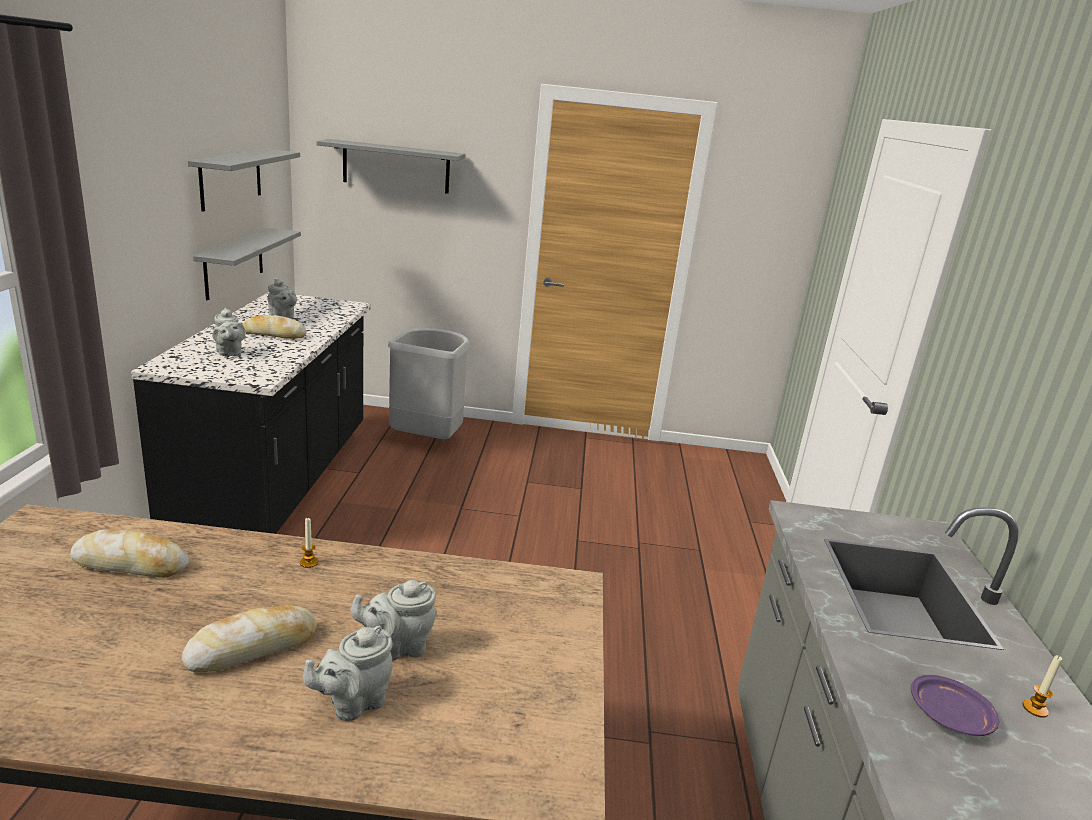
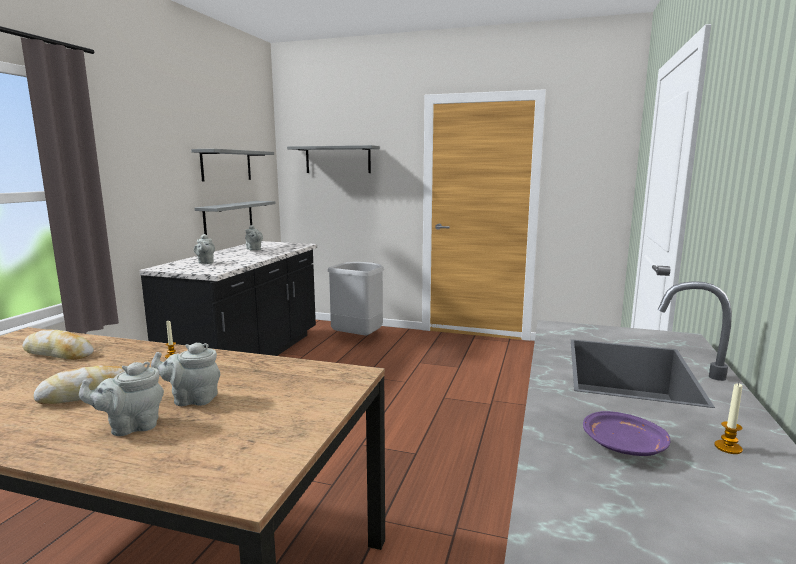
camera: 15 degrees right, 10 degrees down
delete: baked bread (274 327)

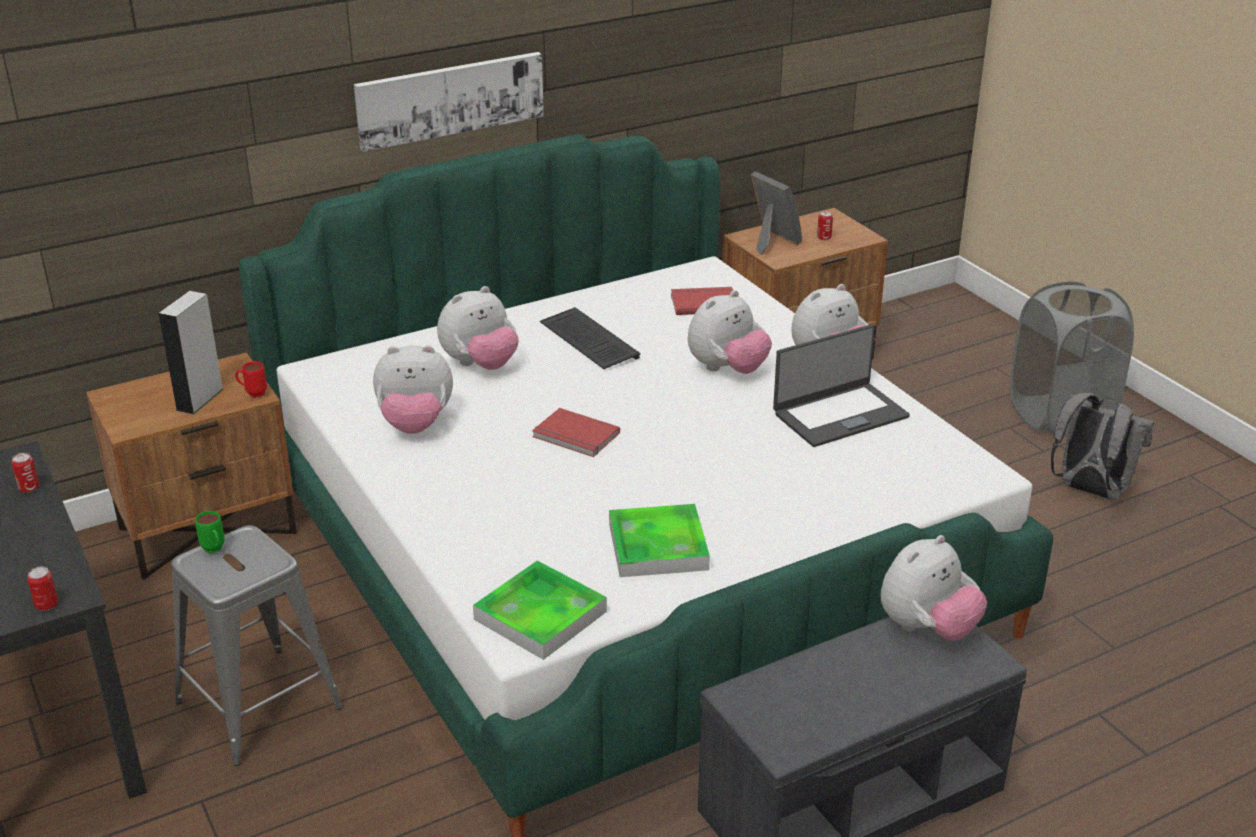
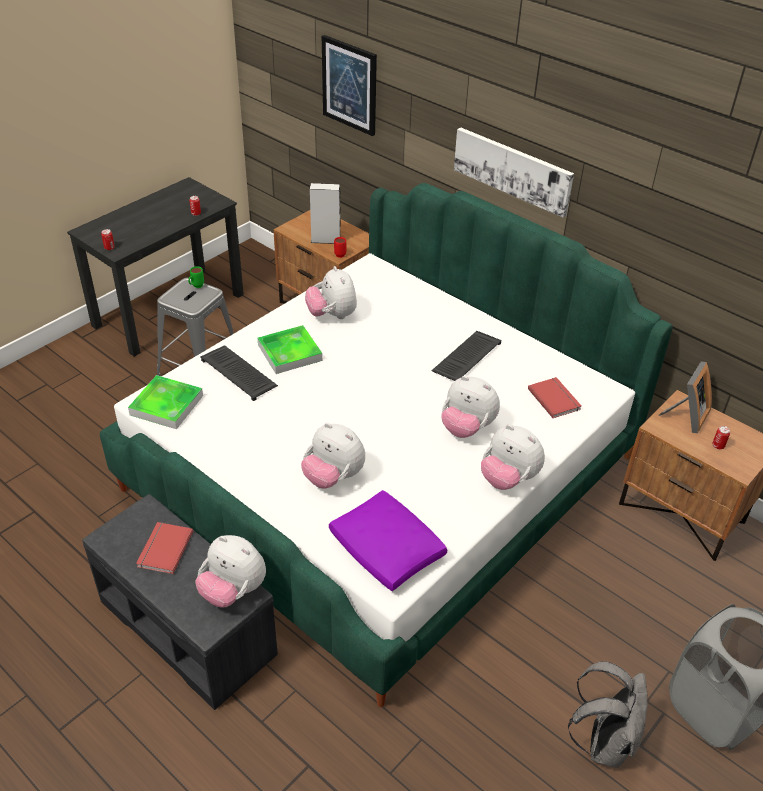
camera: 70 degrees right, 10 degrees up
delete: notebook computer (841 385)
insert: keyboard (239 373); wall picture (349 85); throw pillow (purplish) (388 540)
move: bound book (red) (576 432) to (164 548); tray (659 540) to (290 349); soft toy (478 328) to (333 456)

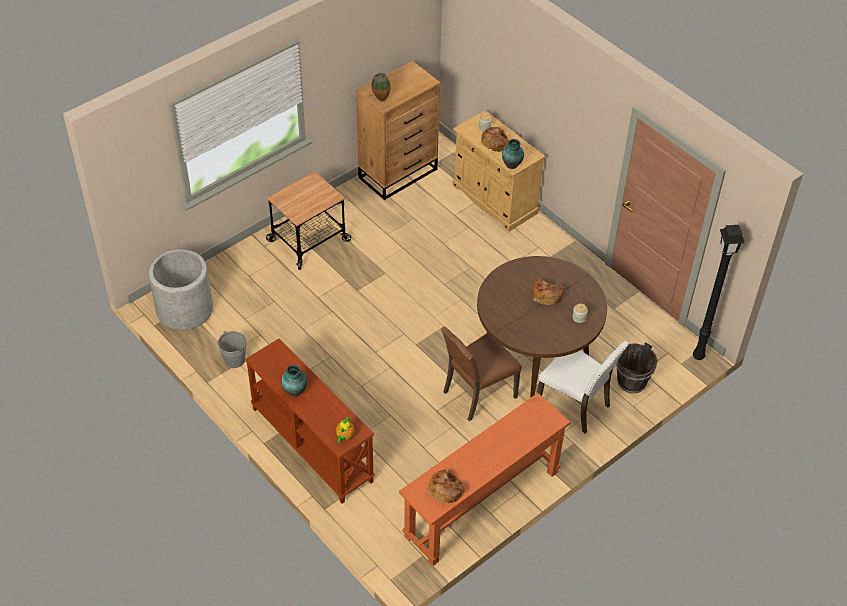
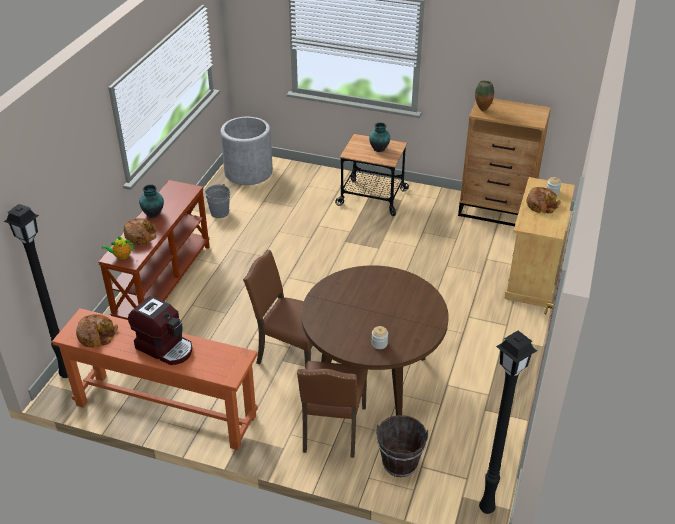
camera: 60 degrees right, 10 degrees down
insert: standing lamp (blackish) (36 291); coffee brewer (160 330)
move: baked bread (549 292) to (140 231); flower vase (513 154) to (379 137)
recolor: chair (whitish) (583 387) to chair (brownish) (332 409)

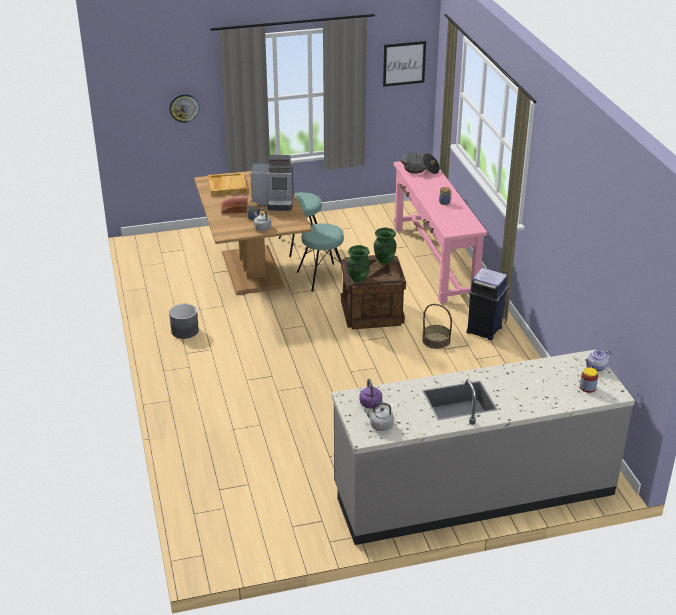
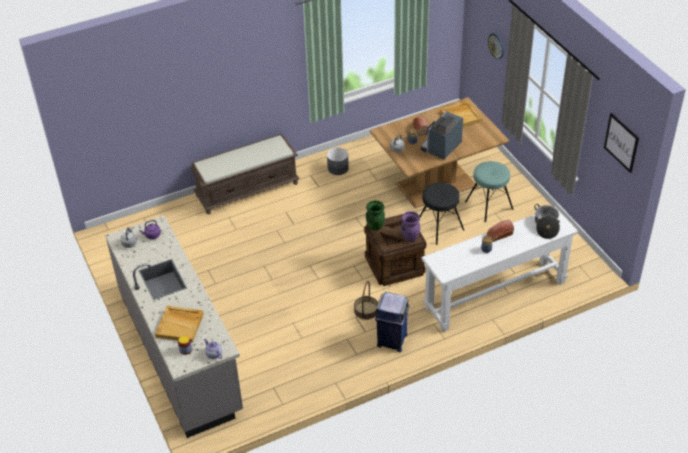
camera: 80 degrees right, 10 degrees up
insert: tray (beige-coloured) (179 324); indoor bench (brownish) (245 174); baked bread (500 231)
recolor: flower vase (green-coloured) (385 246) to flower vase (purplish) (410 226); stool seat (turquoise) (320 257) to stool seat (blackish) (442 214); narrow table (pink) (440 232) to narrow table (whitish) (500 269)
rotate: coffee brewer (272 183) = (442 135) 45 degrees clockwise

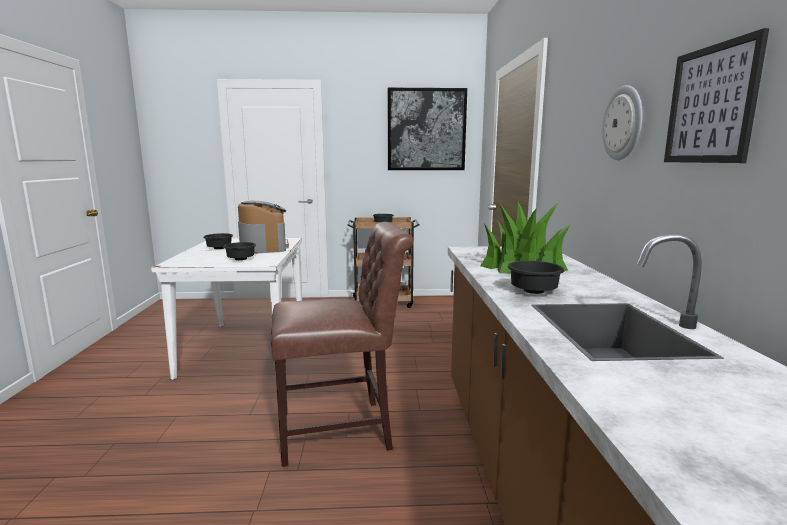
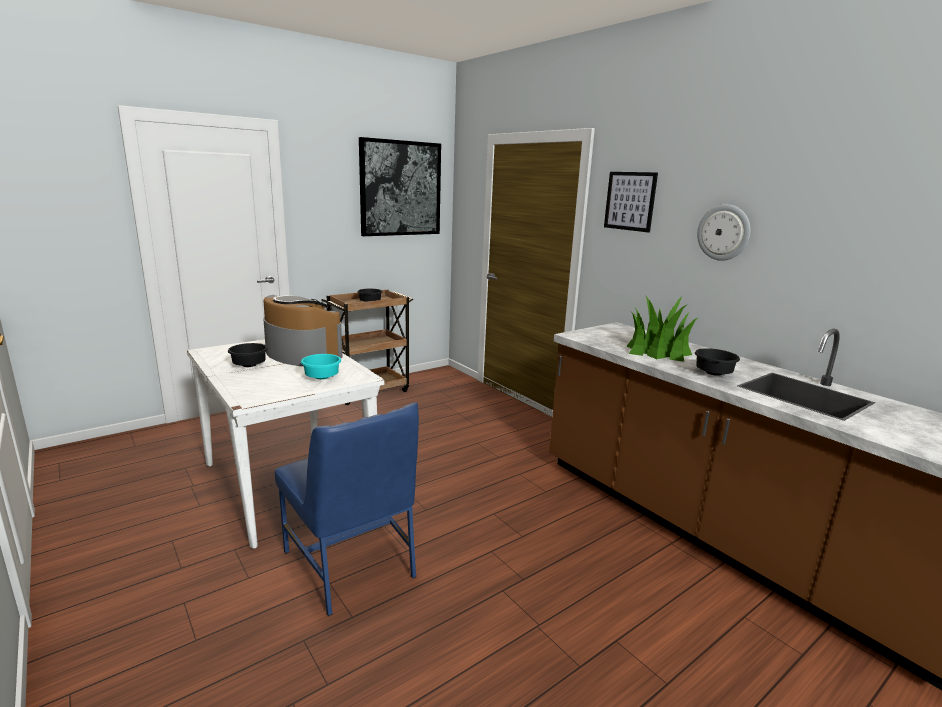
camera: 35 degrees left, 5 degrees up
delete: chair (brownish) (342 344)
insert: chair (bluish) (347 509)
move: wall picture (716 95) to (631 202)
recolor: serving bowl (blackish) (239 251) to serving bowl (turquoise) (321 366)

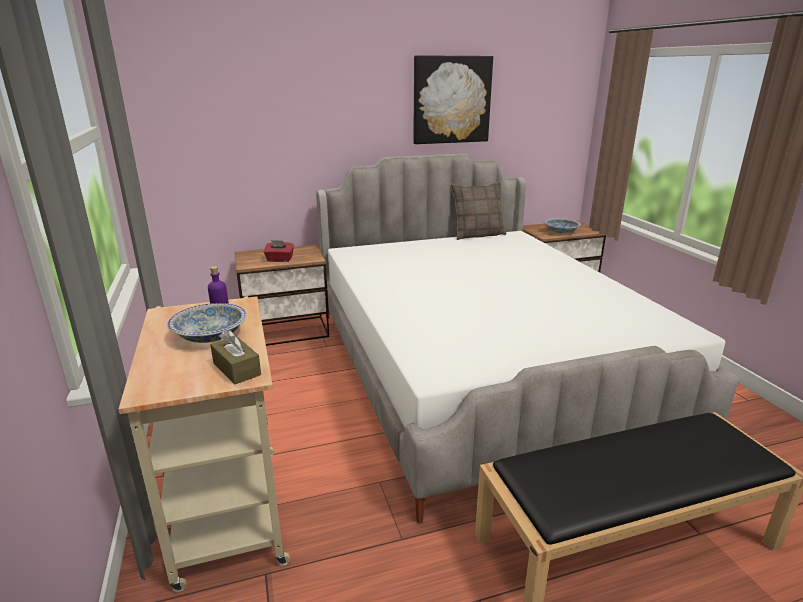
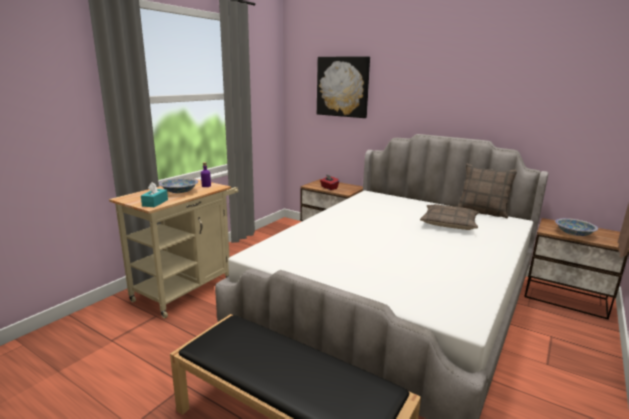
camera: 50 degrees right, 5 degrees down
insert: throw pillow (449 217)
move: wall picture (453 99) to (343 87)
recolor: tissue holder (brownish) (235 357) to tissue holder (turquoise) (154 194)

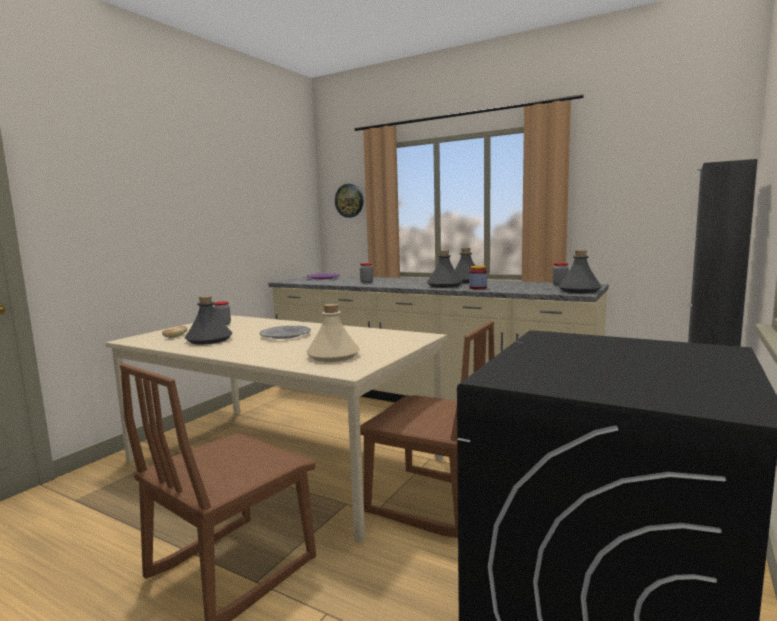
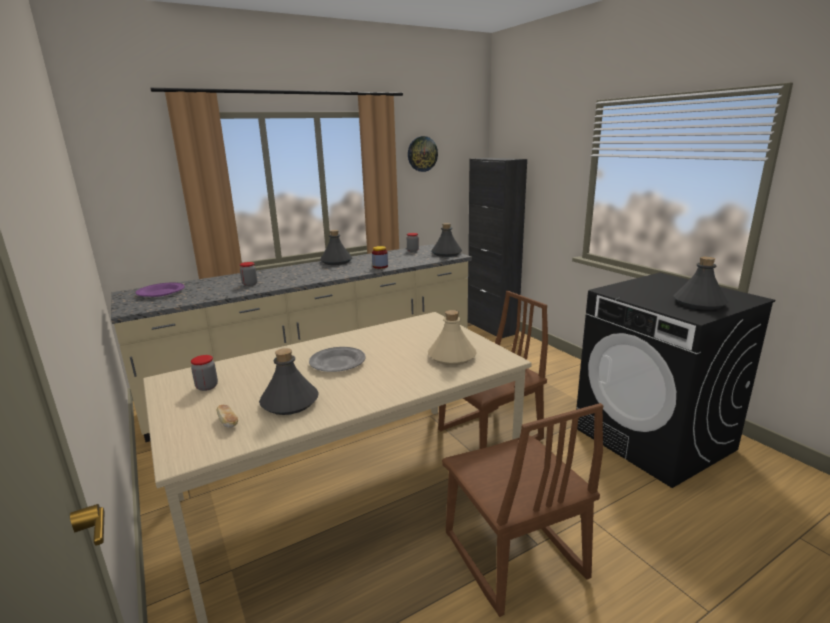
camera: 60 degrees left, 10 degrees up
move: clock on the wall (349 201) to (423 154); beverage bottle (gray) (445 269) to (701 283)

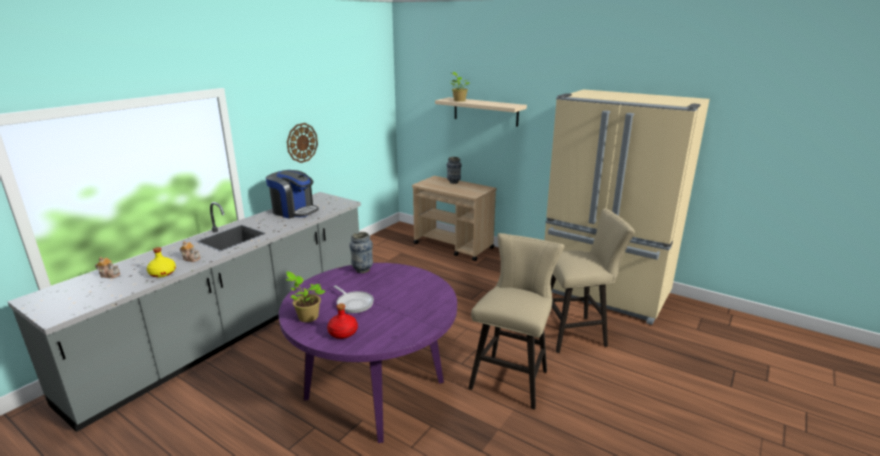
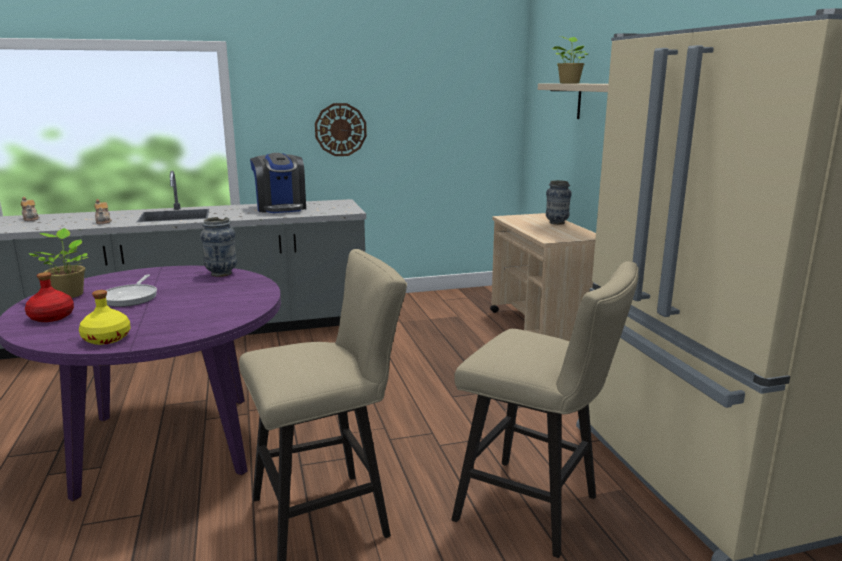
camera: 40 degrees right, 5 degrees down
move: beverage bottle (yellowish) (161 262) to (105 317)

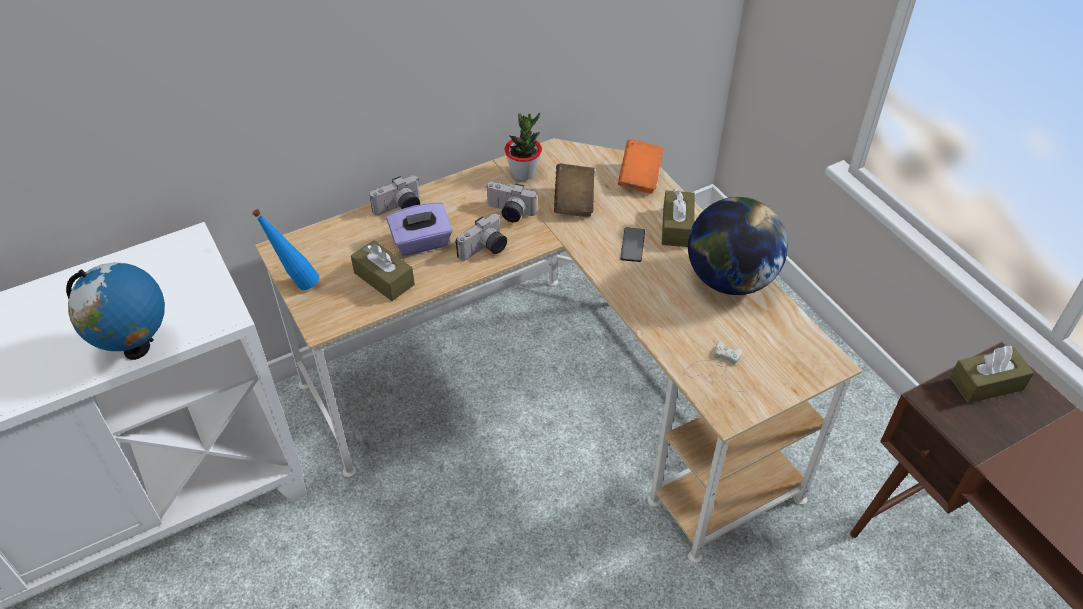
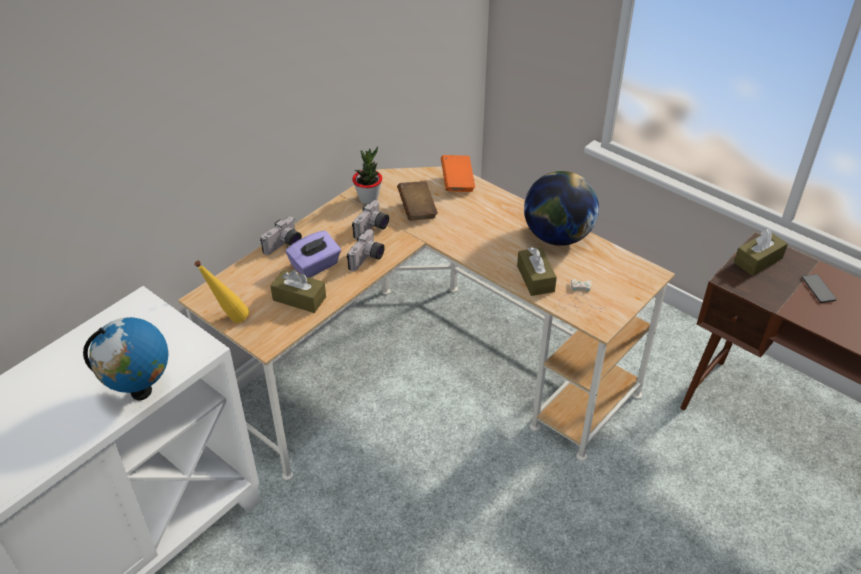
camera: 20 degrees left, 5 degrees down
move: tissue holder (brownish) (678 218) to (537 271); telephone (632 244) to (819 288)
recolor: beverage bottle (bluish) (285 249) to beverage bottle (yellowish) (221 291)
rotate: still camera (511 202) = (370 219) 60 degrees counterclockwise

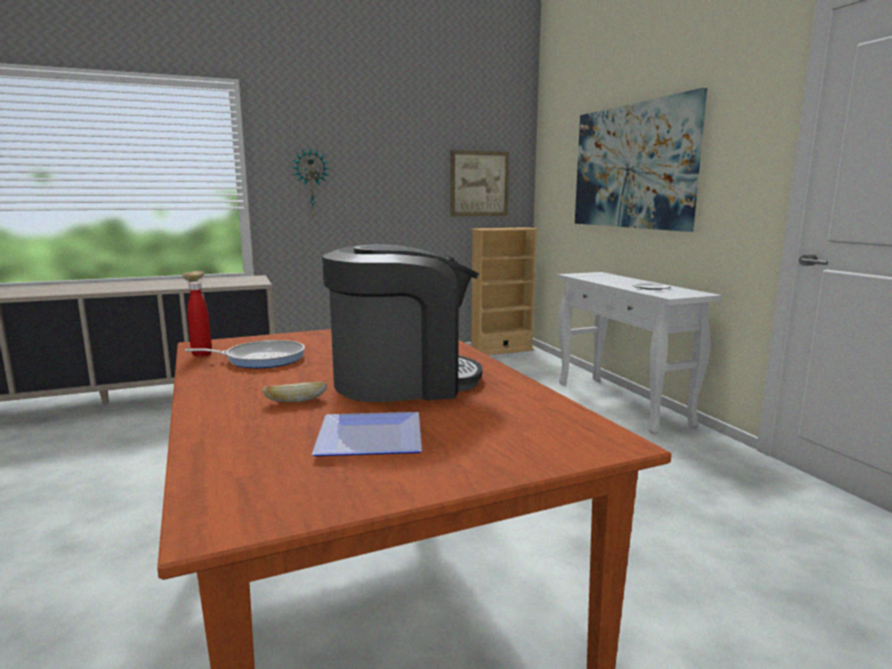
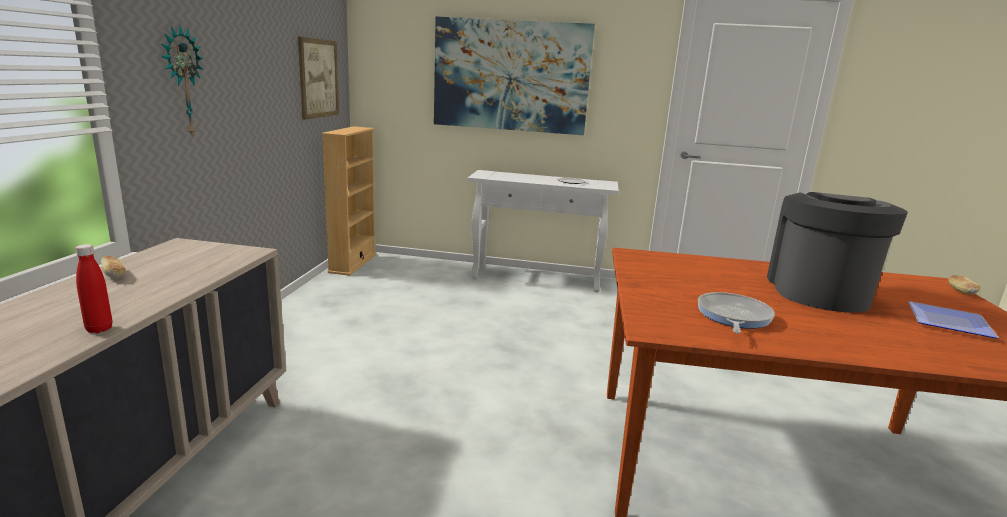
camera: 60 degrees left, 5 degrees up
move: beverage bottle (red) (199 319) to (93 288); baked bread (294 391) to (964 285)

